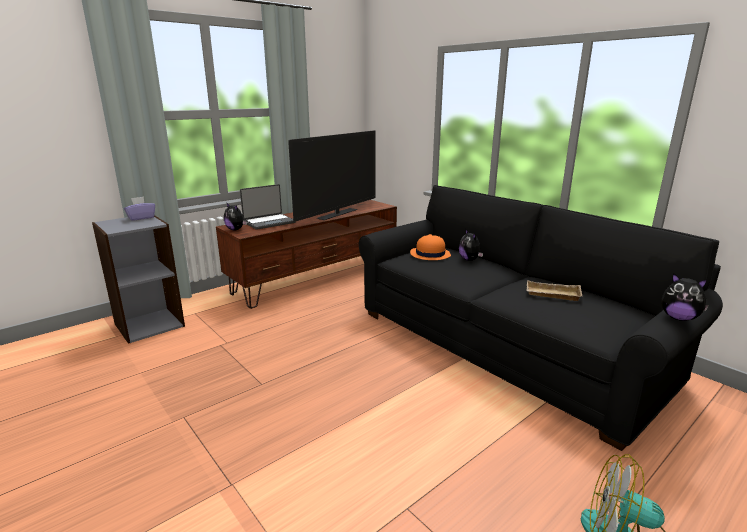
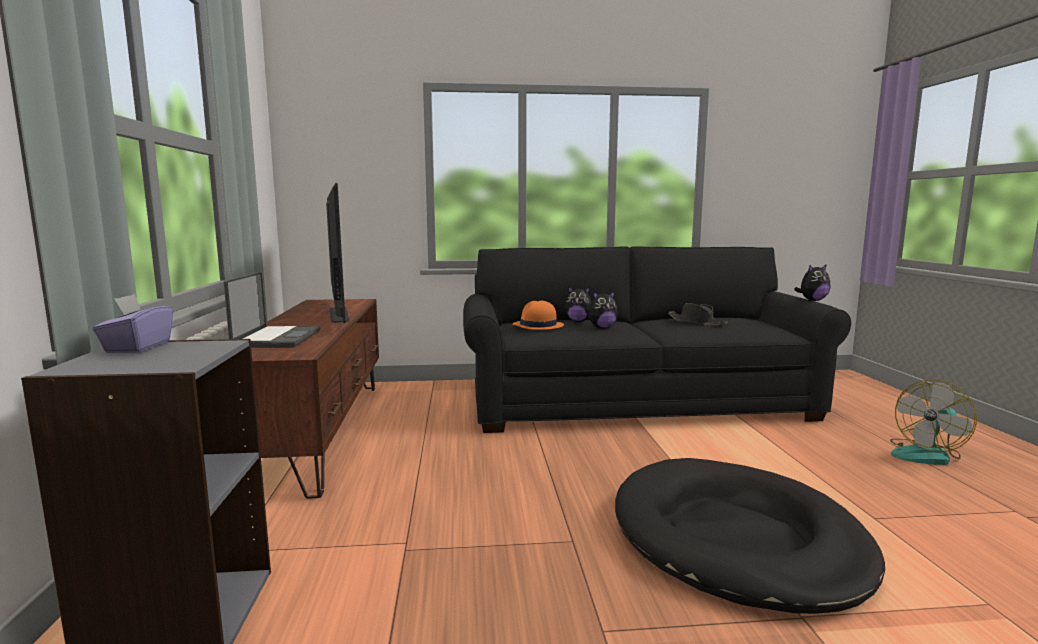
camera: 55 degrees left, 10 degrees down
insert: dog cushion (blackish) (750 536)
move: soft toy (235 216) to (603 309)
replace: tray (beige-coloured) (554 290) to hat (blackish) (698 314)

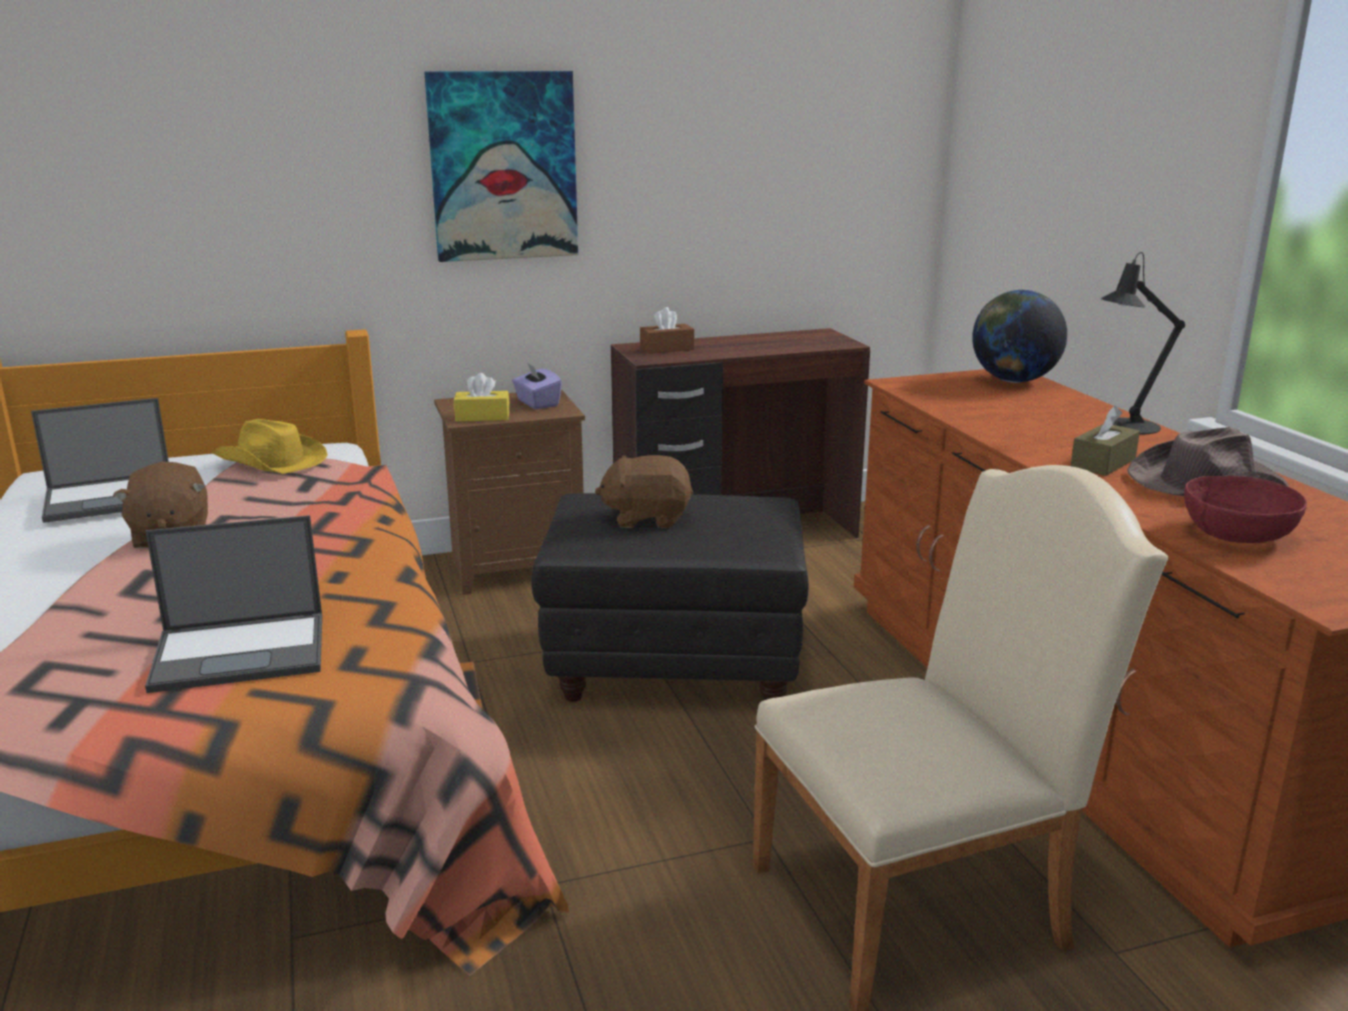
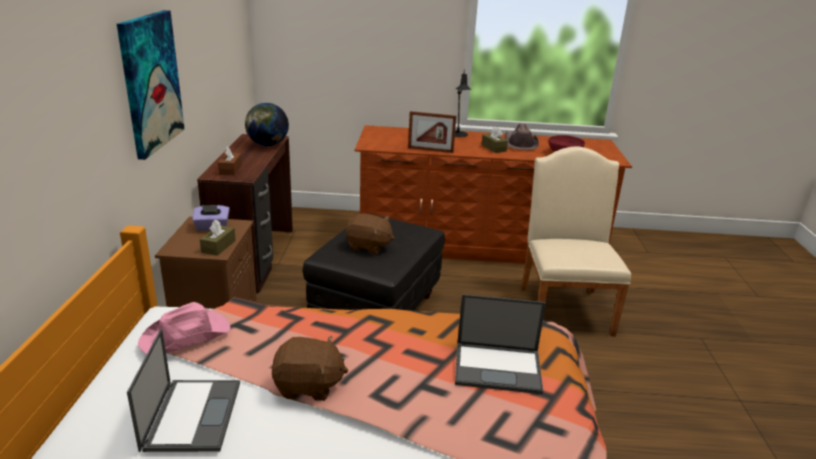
camera: 70 degrees left, 5 degrees up
insert: standing frame (432 132)
move: globe (1019 336) to (267 124)
recolor: hat (yellowish) (270 446) to hat (pink) (184 328); tissue holder (yellowish) (482 397) to tissue holder (brownish) (218 238)
rotate: soft toy (brownish) (644 491) = (370 234) 90 degrees counterclockwise; notebook computer (233 604) = (500 344) 90 degrees clockwise

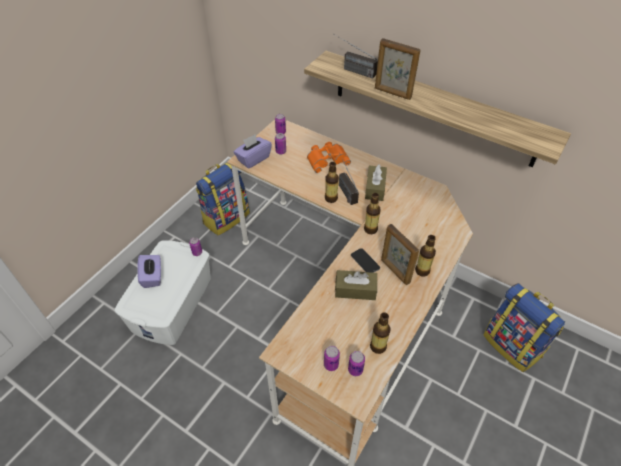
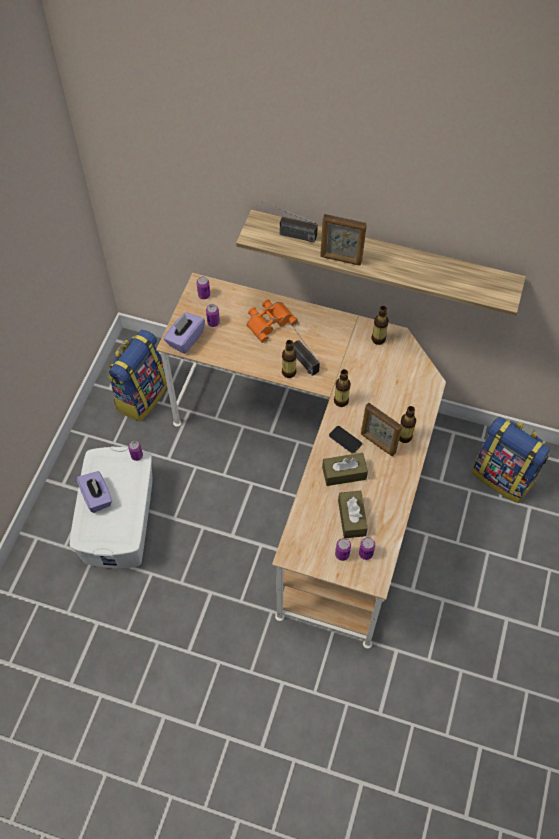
camera: 15 degrees left, 10 degrees up
move: tissue holder (brownish) (376 182) to (353 514); beverage bottle (380 333) to (380 325)

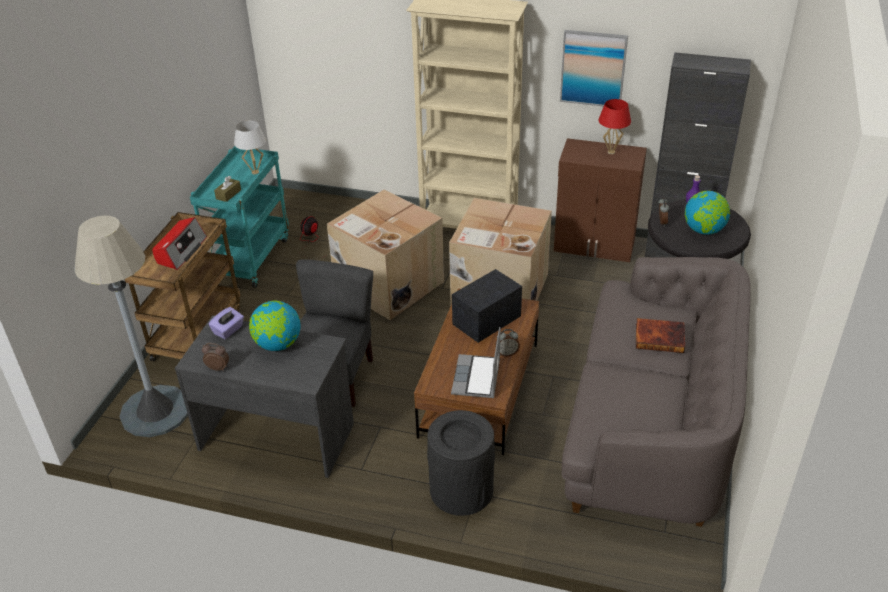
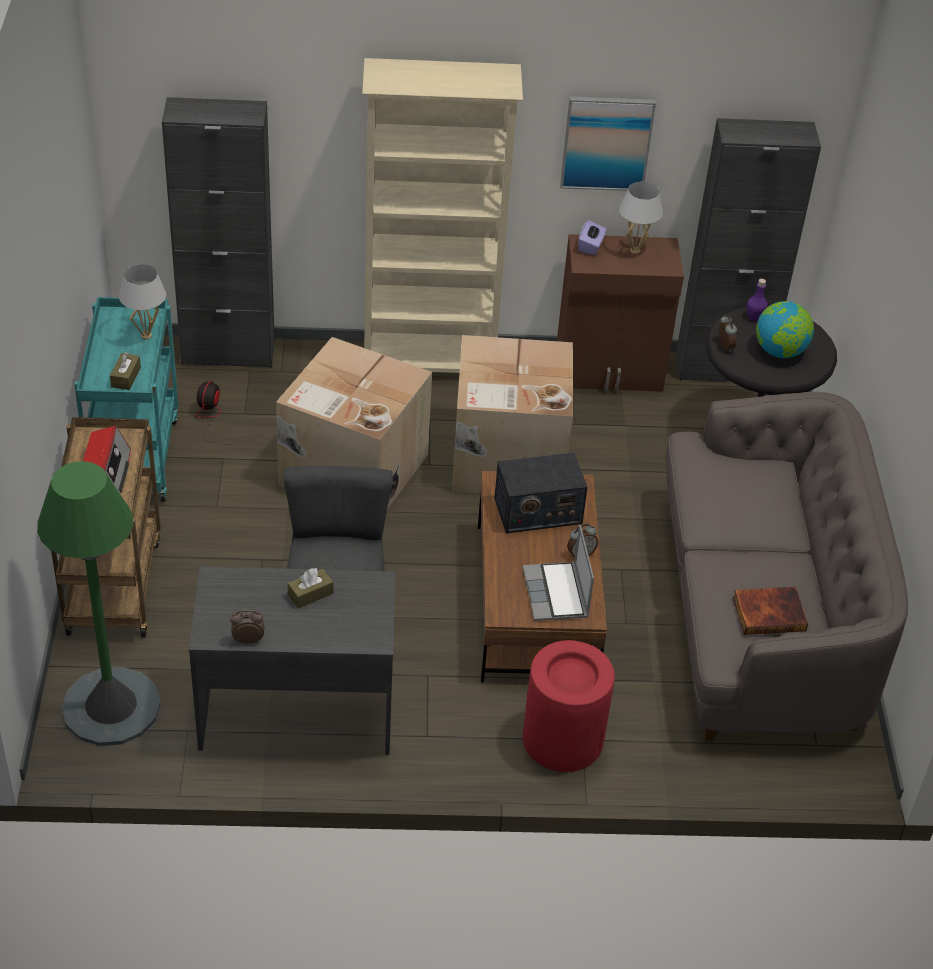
camera: 20 degrees left, 5 degrees up
insert: cabinet (blackish) (218 232)
move: tissue holder (purplish) (226 323) to (592 237); bound book (660 335) to (770 611)
replace: globe (275 326) to tissue holder (brownish) (310 588)
recolor: standing lamp (gray) (131 326) to standing lamp (green-coloured) (98 603); waste bin (blackish) (461 463) to waste bin (red) (569 706); table lamp (red) (614 126) to table lamp (whitish) (641 218)
rotate: radio set (487 306) = (541 492) 135 degrees counterclockwise

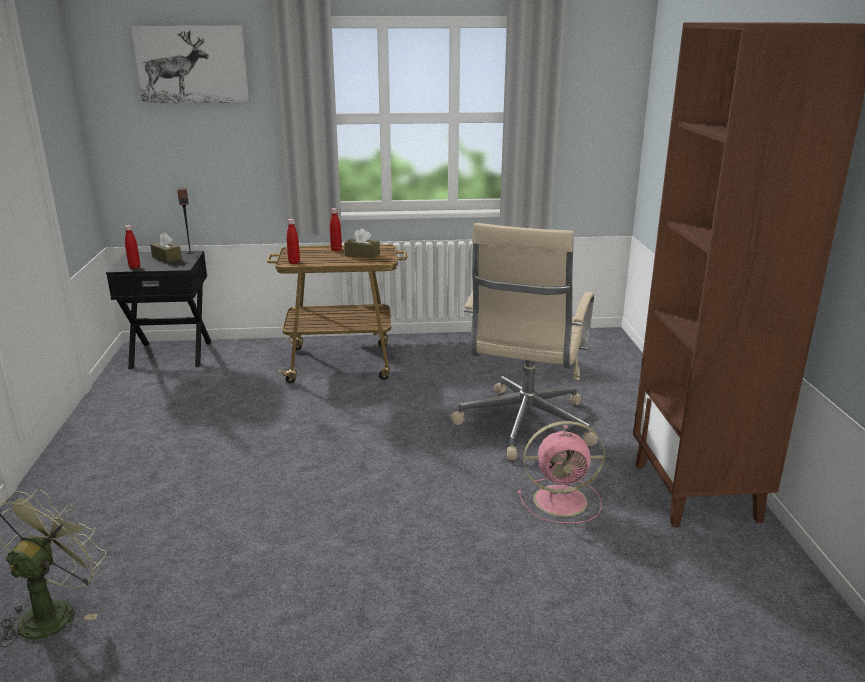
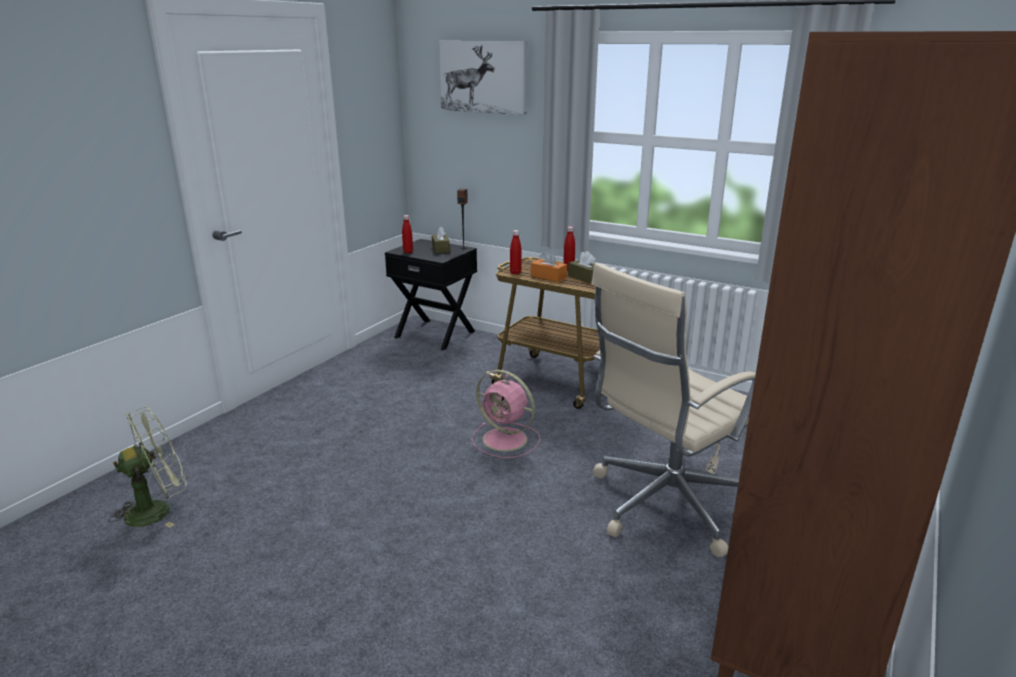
camera: 35 degrees right, 0 degrees up
insert: tissue holder (orangey) (549 266)
move: electric fan (pink) (561 472) to (506 414)

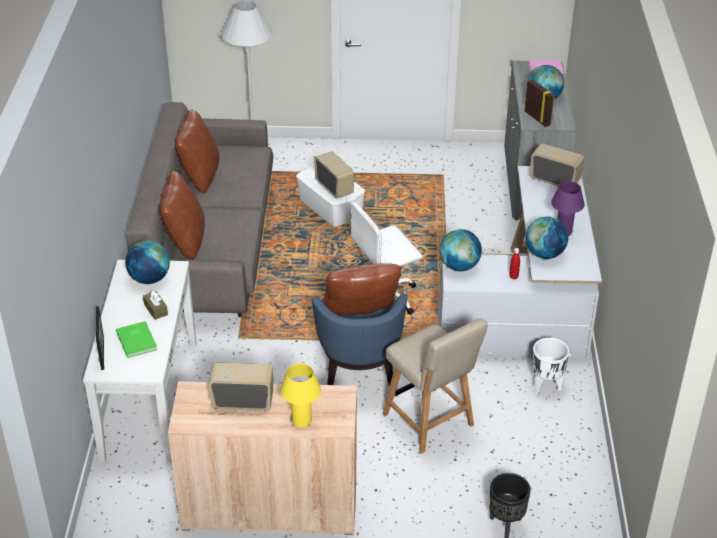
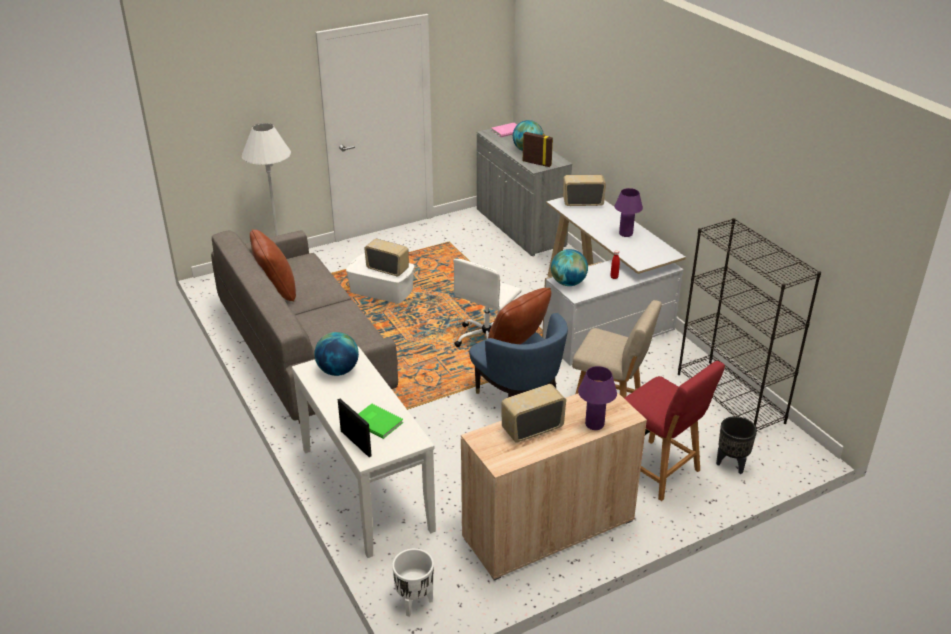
camera: 30 degrees left, 5 degrees down
delete: tissue holder (brownish) (155 305); throw pillow (brownish) (182 215); globe (546 237)
insert: chair (red) (674 431); shelving unit (blackish) (749 324)
move: flower pot (whitish) (550 365) to (413 583)
recolor: table lamp (yellowish) (300 396) to table lamp (purplish) (597 398)

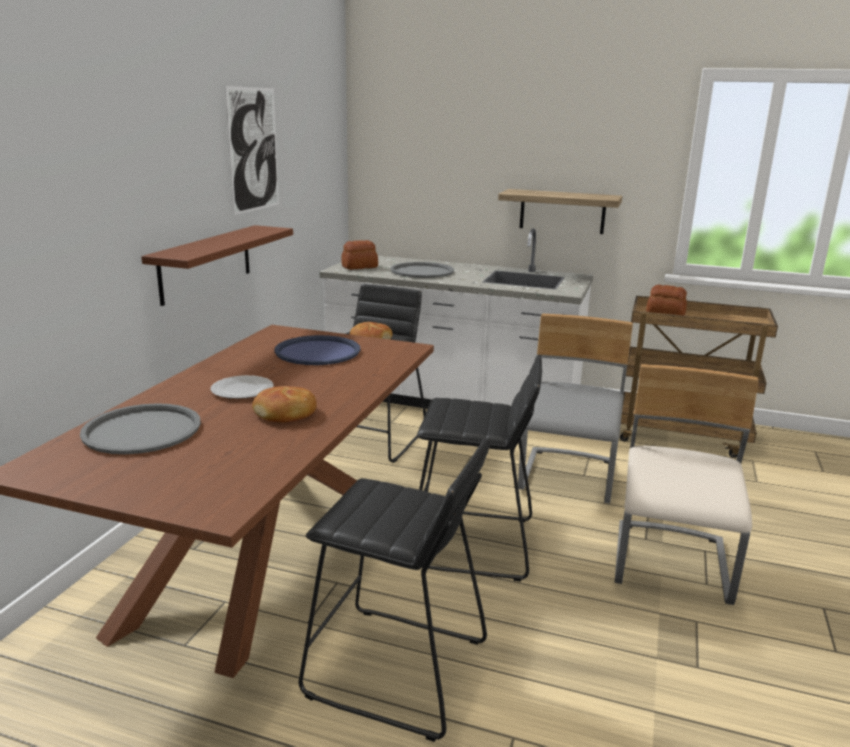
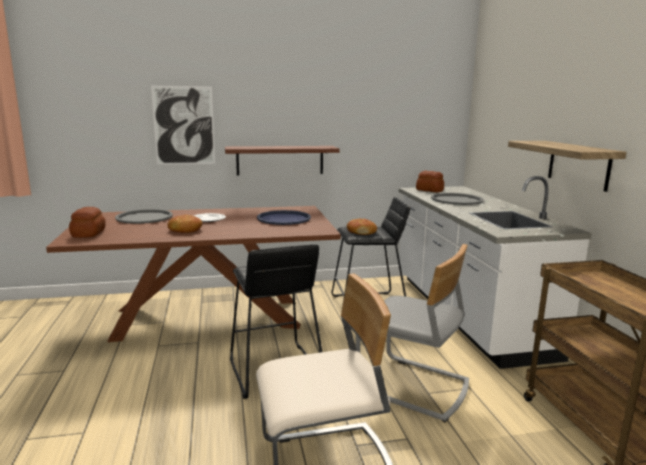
camera: 60 degrees right, 5 degrees down
delete: stool seat (blackish) (394 590)
move: baked bread (666 300) to (87 222); wall picture (252 150) to (183 125)
rotate: chair (gray) (575 409) = (412 333) 45 degrees clockwise

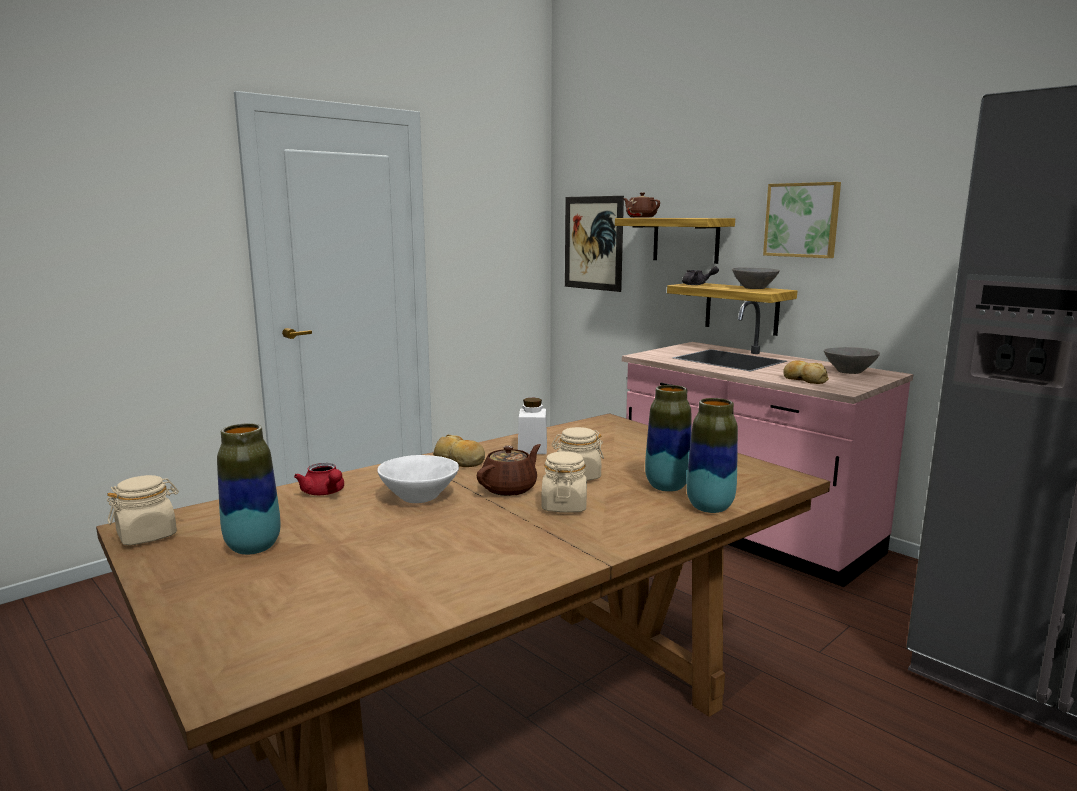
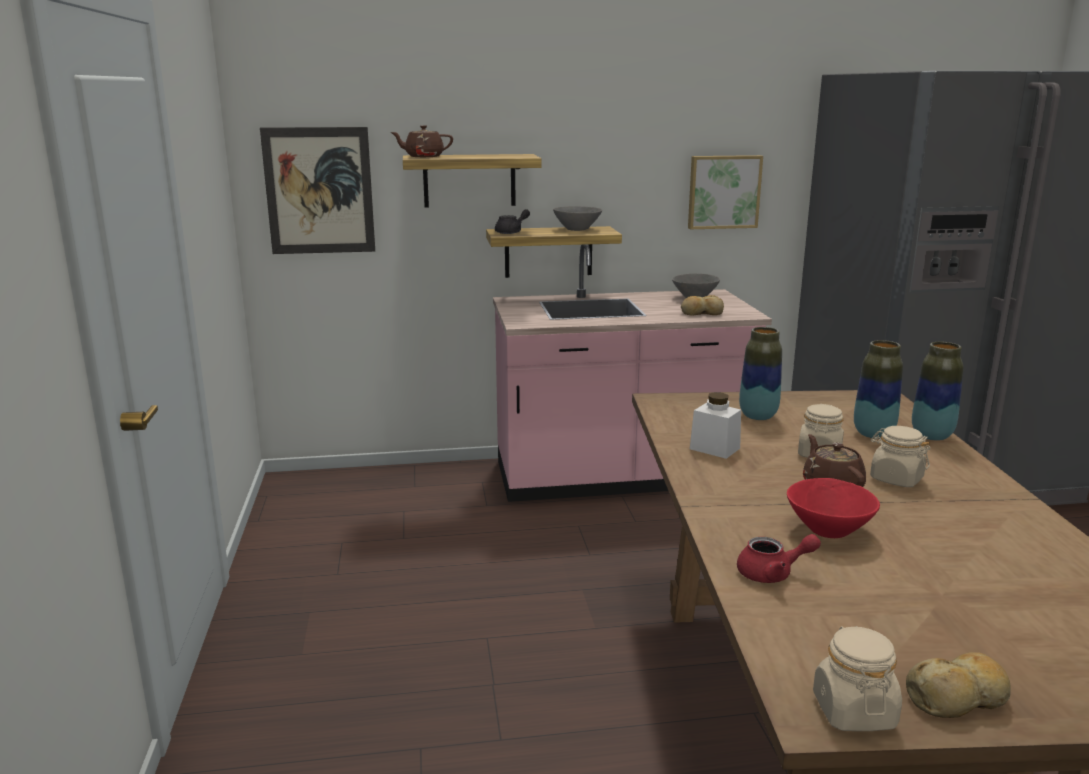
camera: 55 degrees left, 5 degrees up
move: wall picture (802 220) to (725 192); flower vase (248 489) to (760 373); baked bread (459 450) to (958 685)
recolor: serving bowl (whitish) (418 479) to serving bowl (red) (833 508)

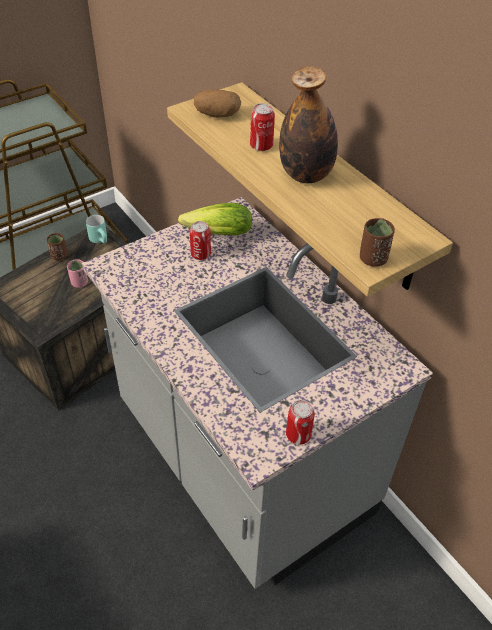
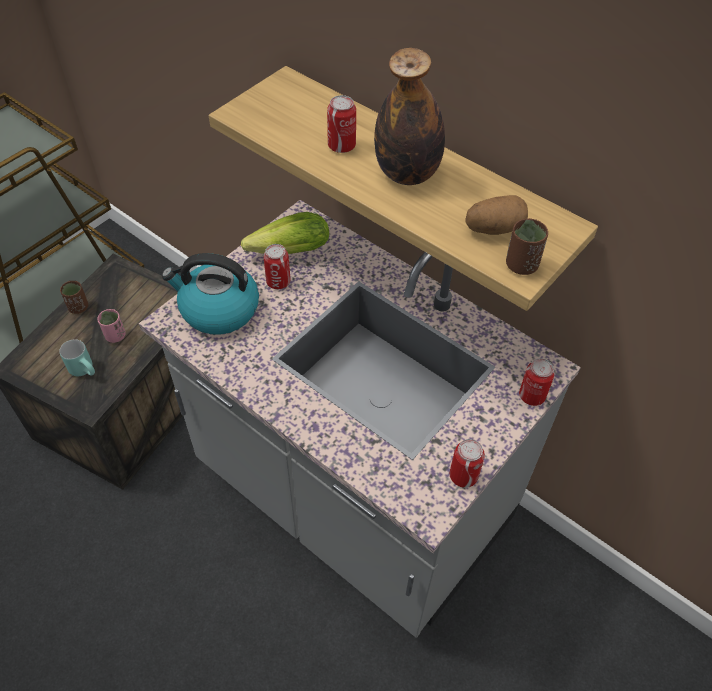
camera: 15 degrees left, 5 degrees up
insert: water kettle (210 293); can (537 382)
move: coffee mug (turquoise) (96 229) to (77 357); potato (217 104) to (496 215)

